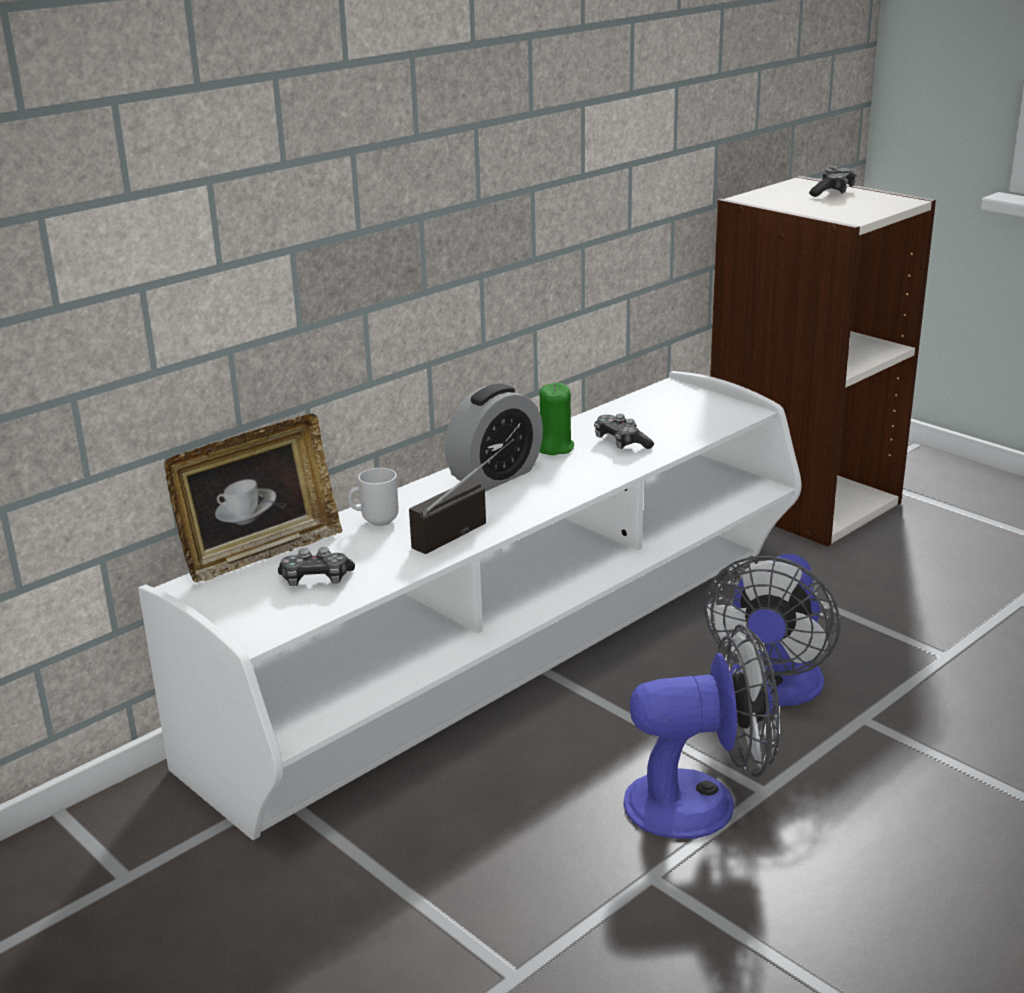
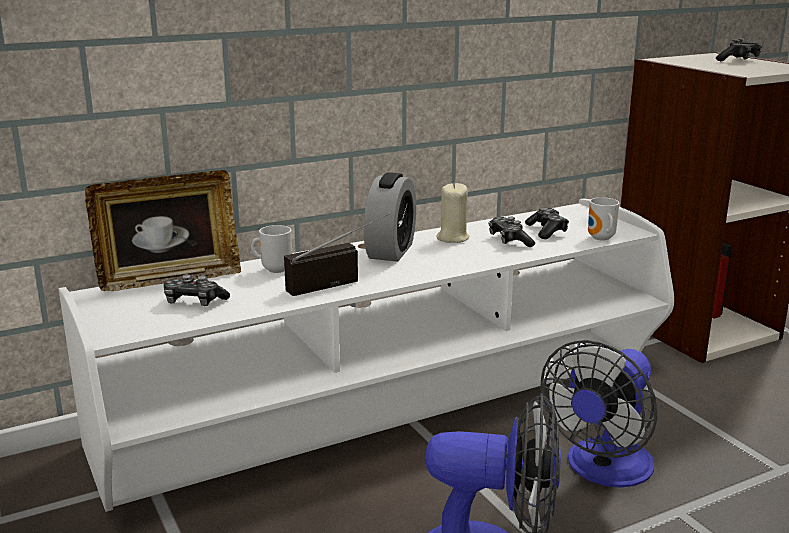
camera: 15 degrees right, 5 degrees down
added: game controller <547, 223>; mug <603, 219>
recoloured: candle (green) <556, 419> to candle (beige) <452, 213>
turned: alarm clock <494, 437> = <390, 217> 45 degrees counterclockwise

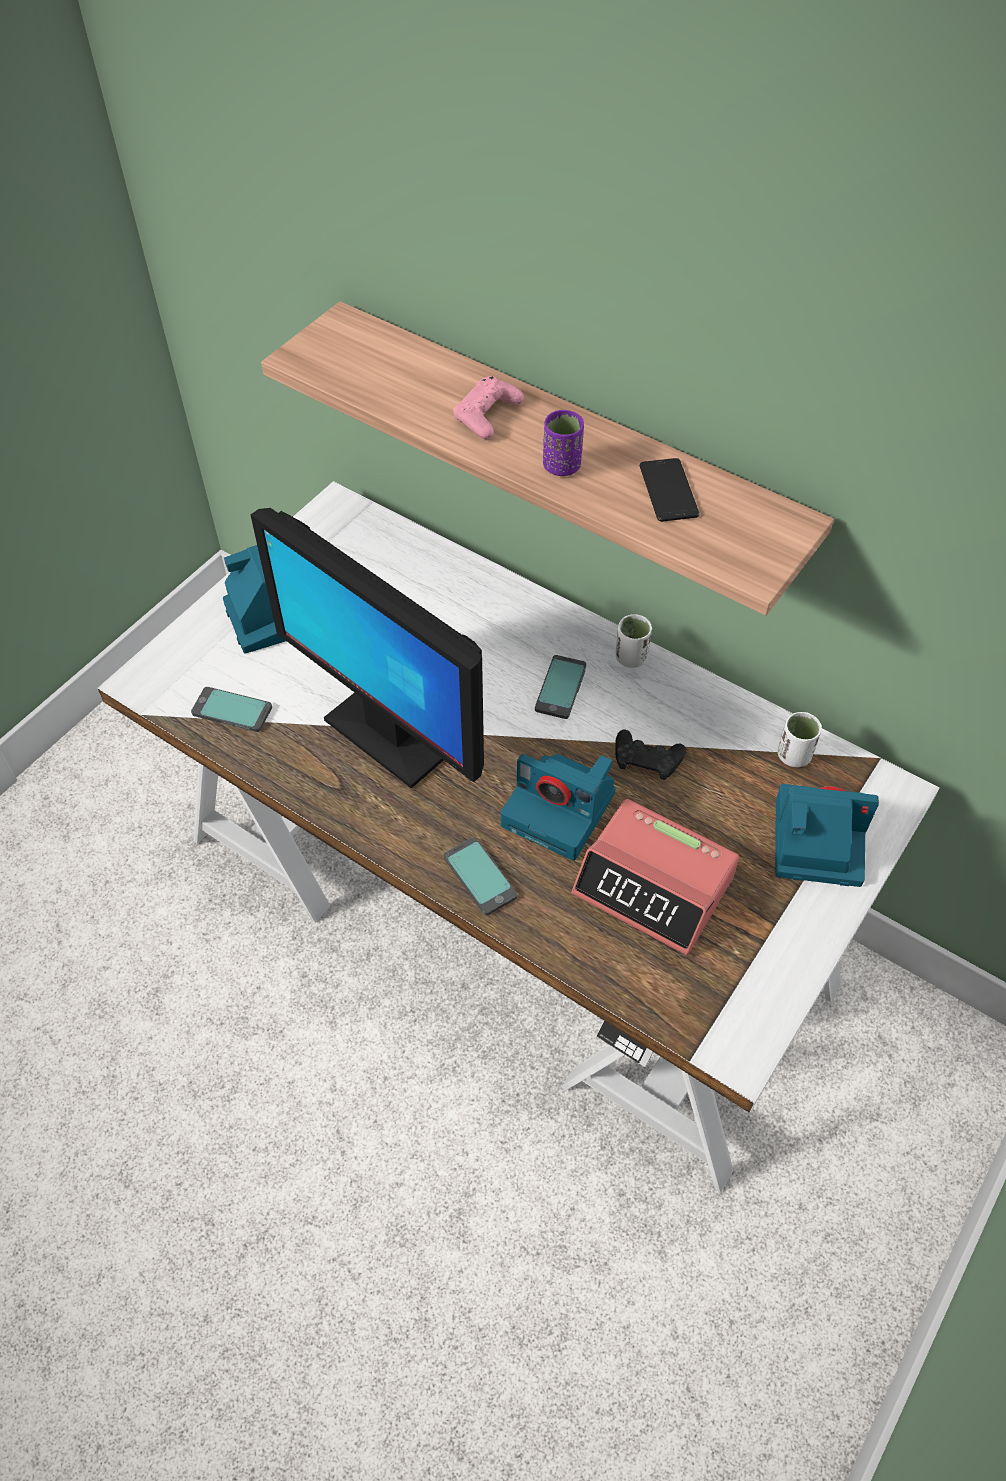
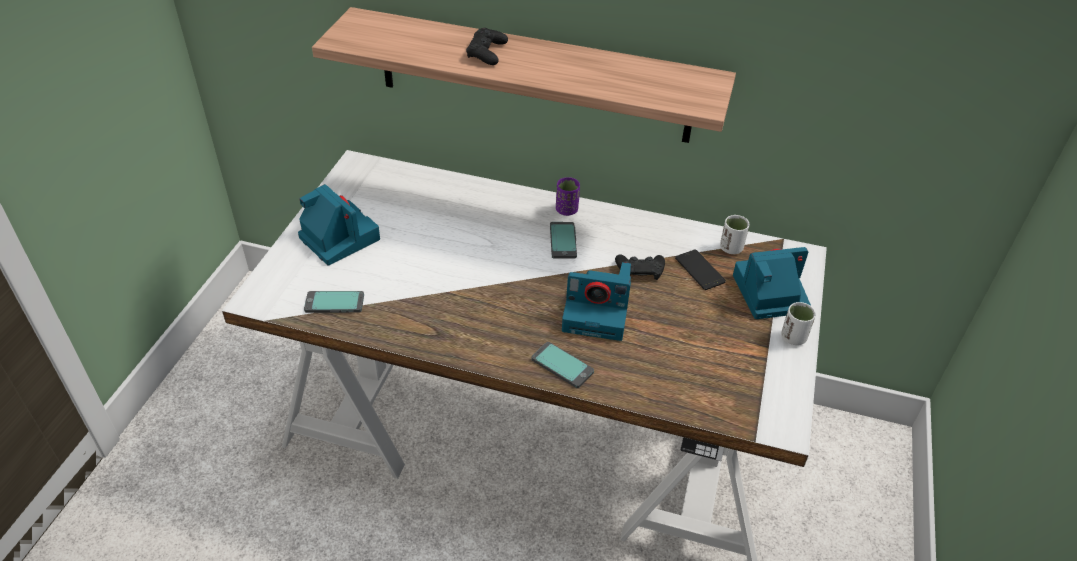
camera: 20 degrees left, 10 degrees down
removed: monitor <367, 648>; alarm clock <655, 877>
moved: cup (purple) <563, 443> to <568, 196>; cup (white) <634, 641> to <798, 323>; phone <669, 490> to <700, 270>
recoloured: game controller (pink) <488, 407> to game controller (black) <487, 46>

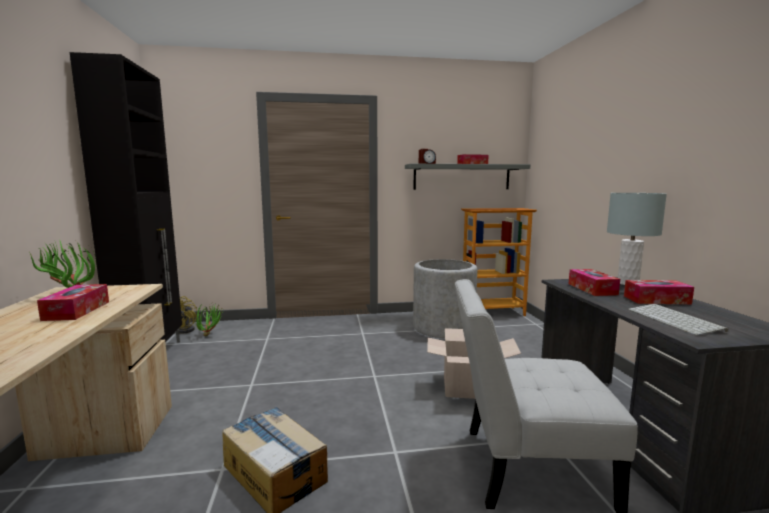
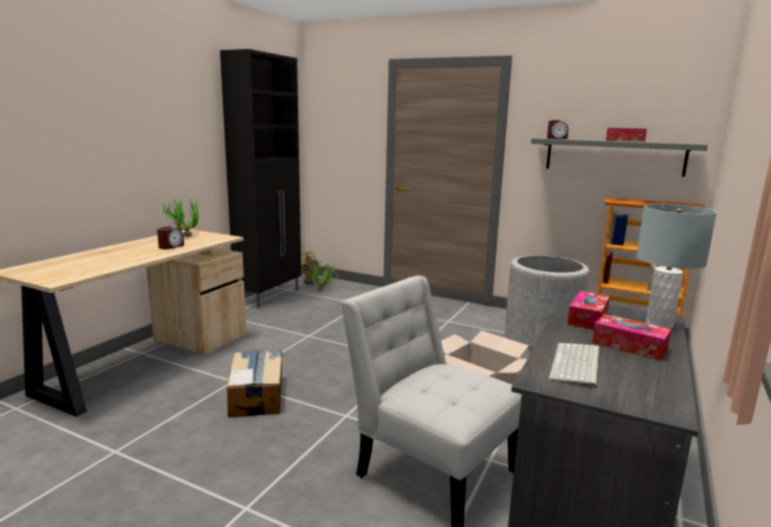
camera: 35 degrees right, 5 degrees up
replaced: tissue box <73, 302> to alarm clock <170, 238>

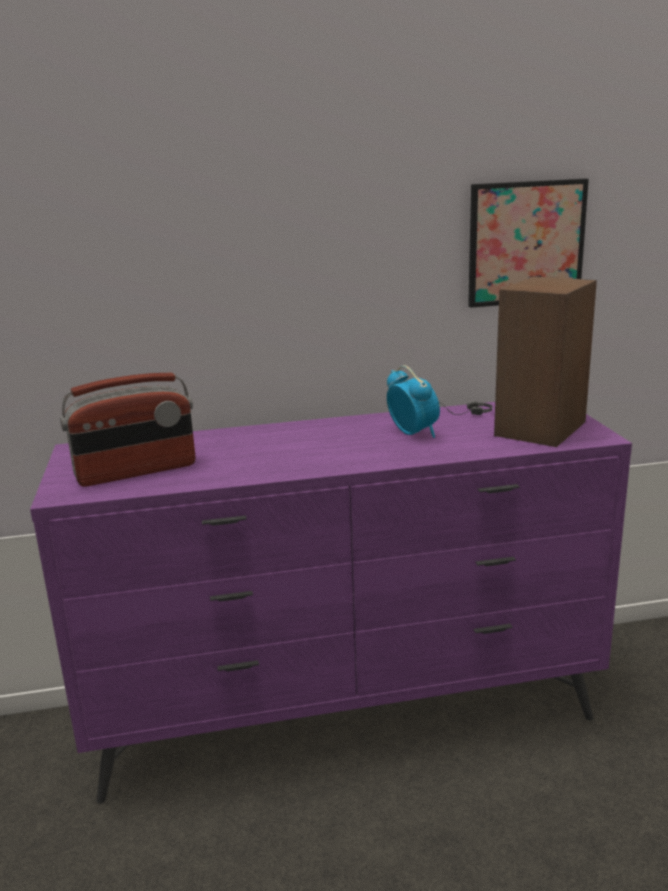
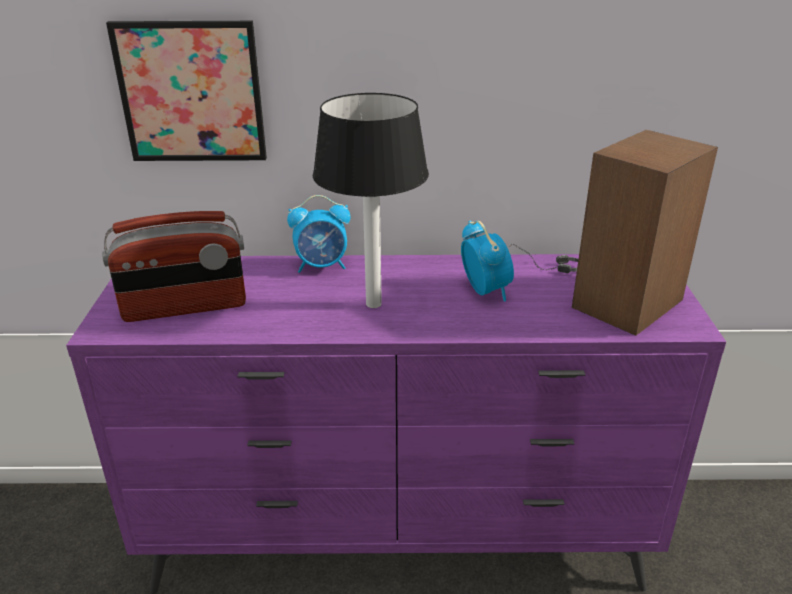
camera: 10 degrees right, 10 degrees up
added: alarm clock <318, 234>; table lamp <371, 200>
moved: picture <528, 243> to <186, 91>

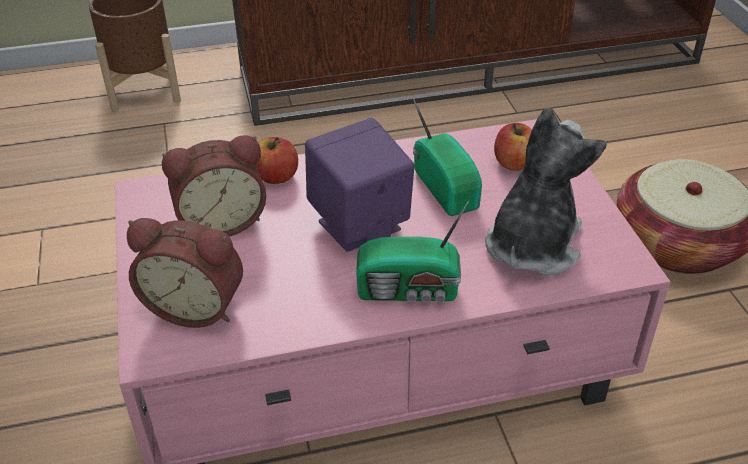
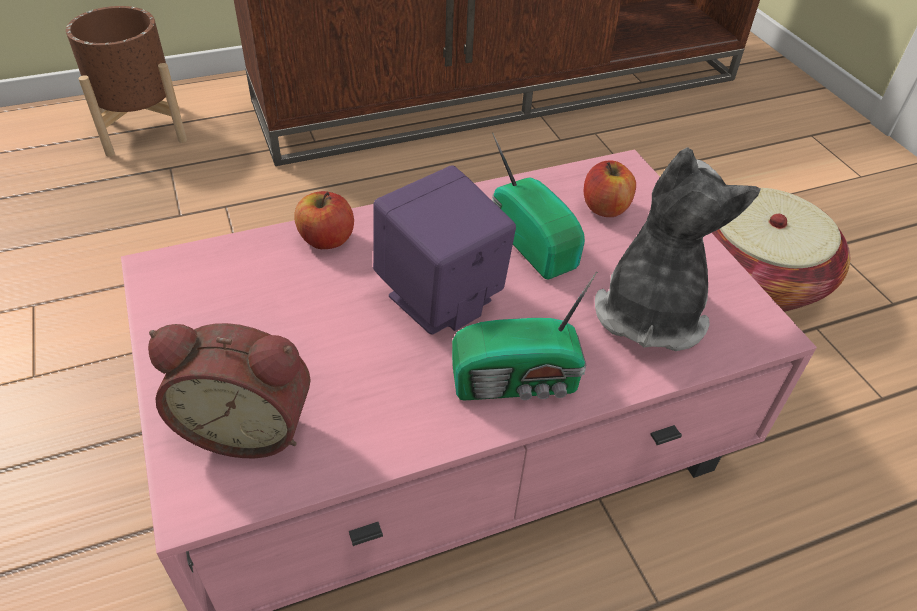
camera: 10 degrees left, 5 degrees up
removed: alarm clock <214, 186>

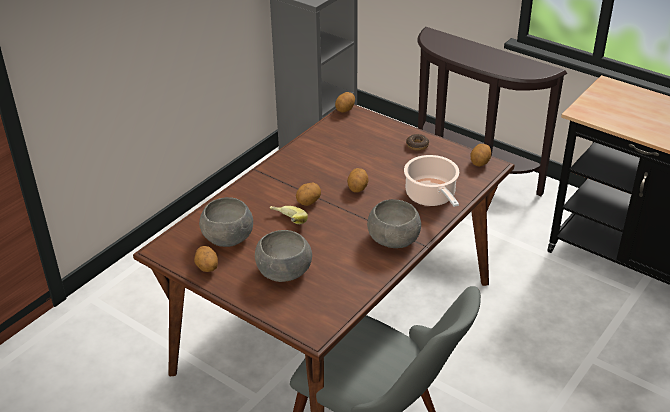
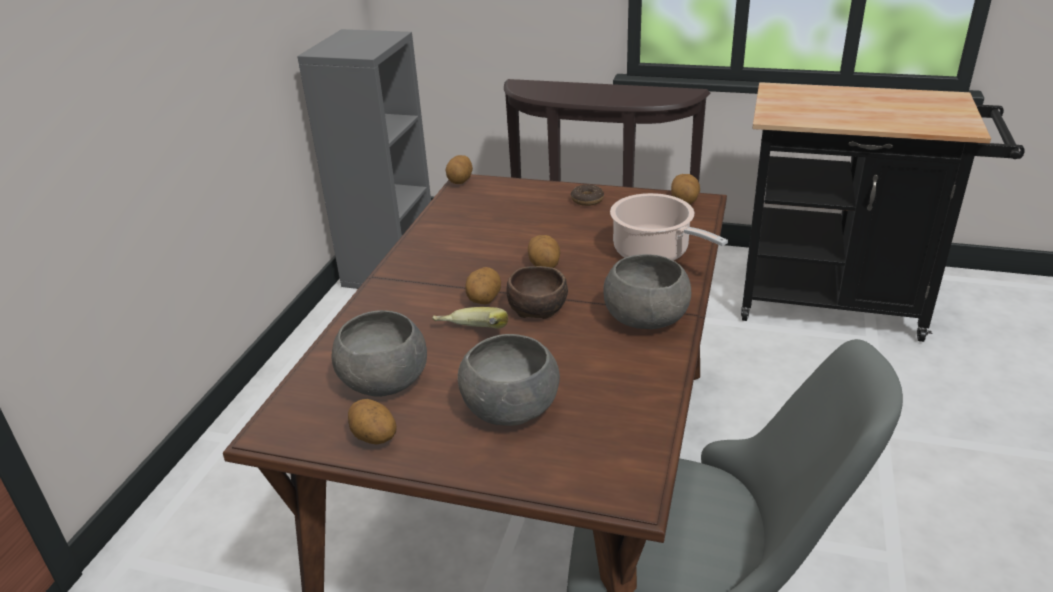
camera: 20 degrees left, 5 degrees down
added: bowl (brown) <537, 292>

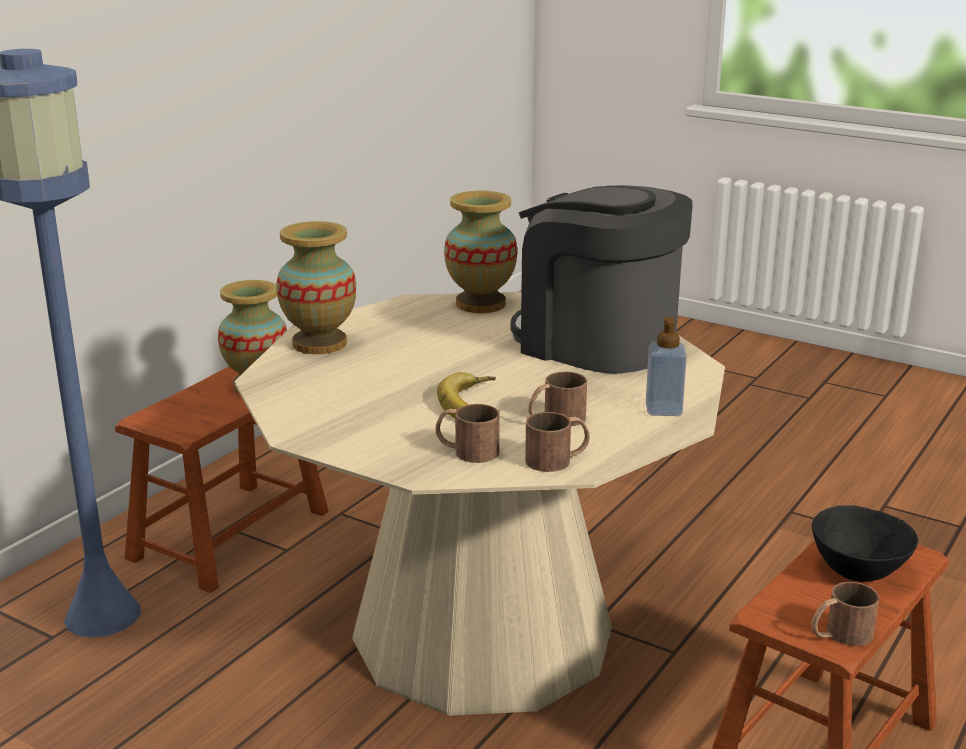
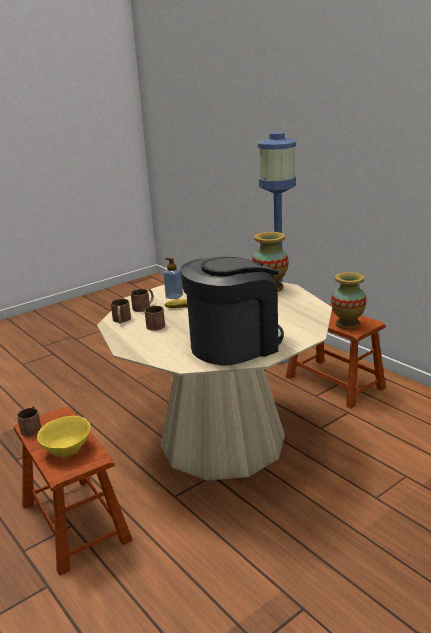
camera: 110 degrees right, 0 degrees up
removed: vase <480, 252>
moved: soap dispenser <666, 366> to <173, 278>
recoloured: bowl (black) <865, 544> to bowl (yellow) <64, 436>

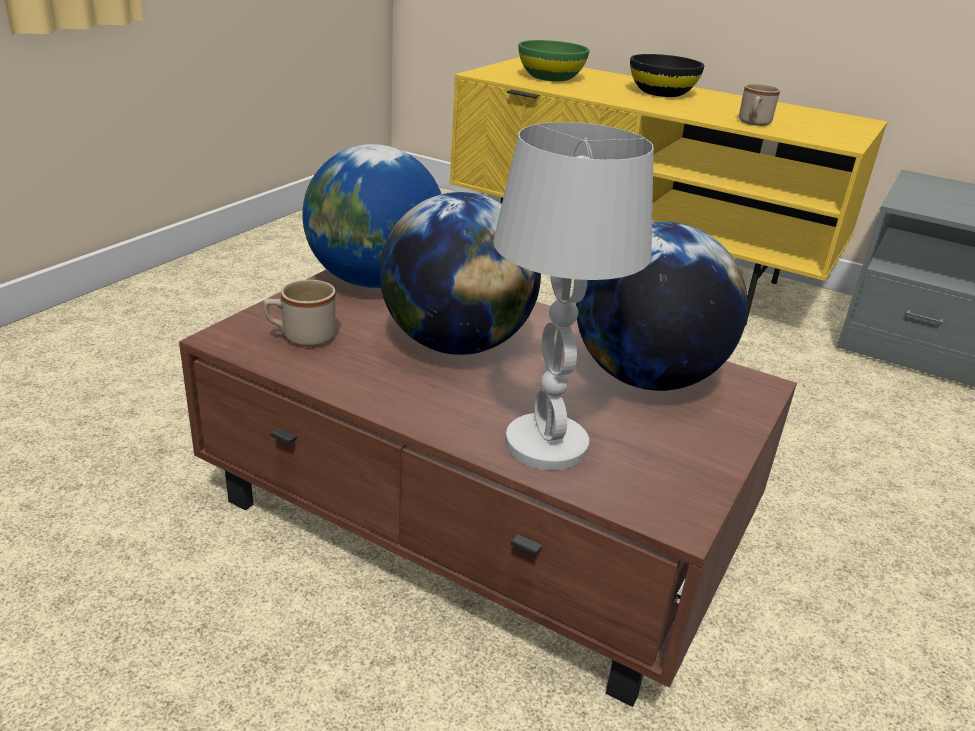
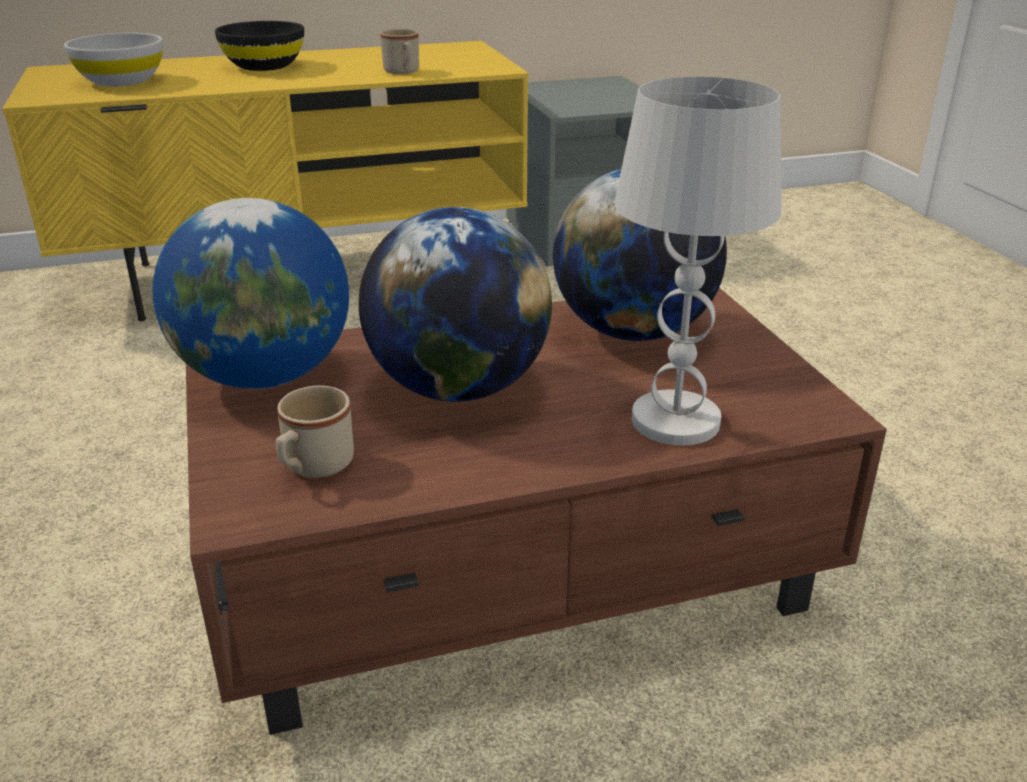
camera: 45 degrees left, 0 degrees up
recoloured: bowl (green) <554, 60> to bowl (white) <113, 59>

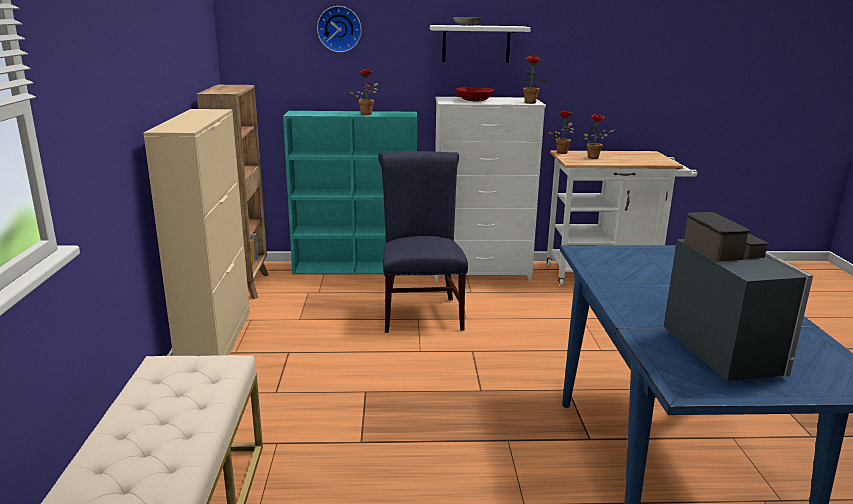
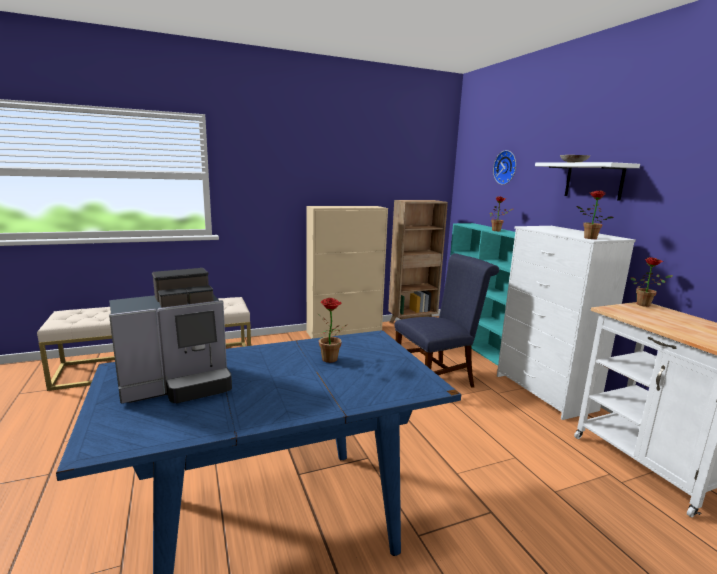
camera: 70 degrees right, 5 degrees down
removed: bowl (red) <474, 94>
moved: potted plant <599, 136> to <331, 330>

